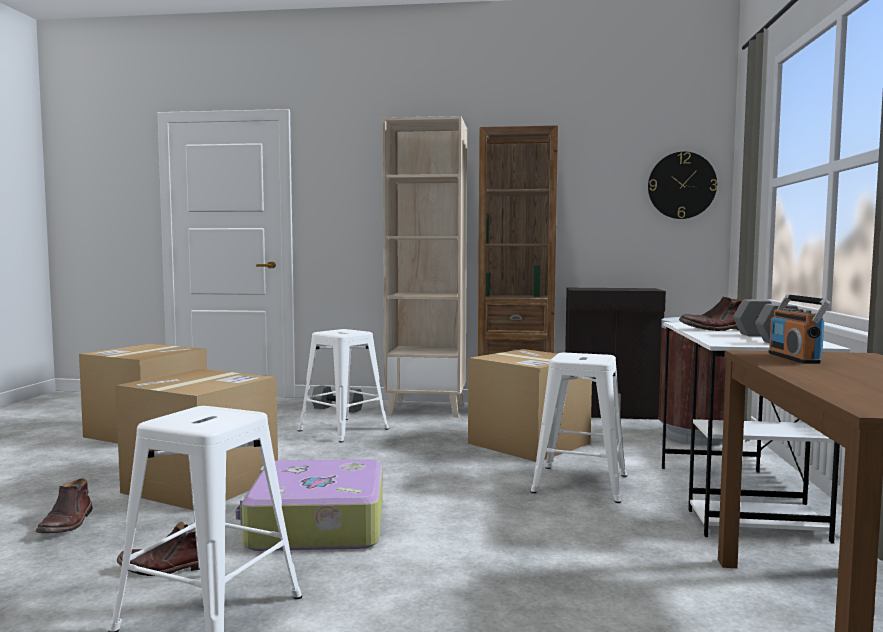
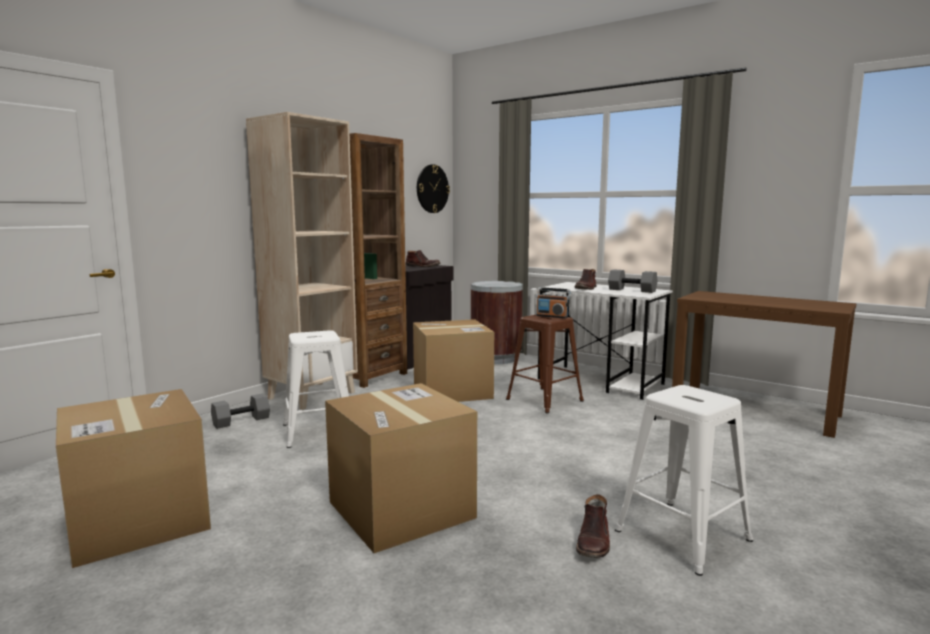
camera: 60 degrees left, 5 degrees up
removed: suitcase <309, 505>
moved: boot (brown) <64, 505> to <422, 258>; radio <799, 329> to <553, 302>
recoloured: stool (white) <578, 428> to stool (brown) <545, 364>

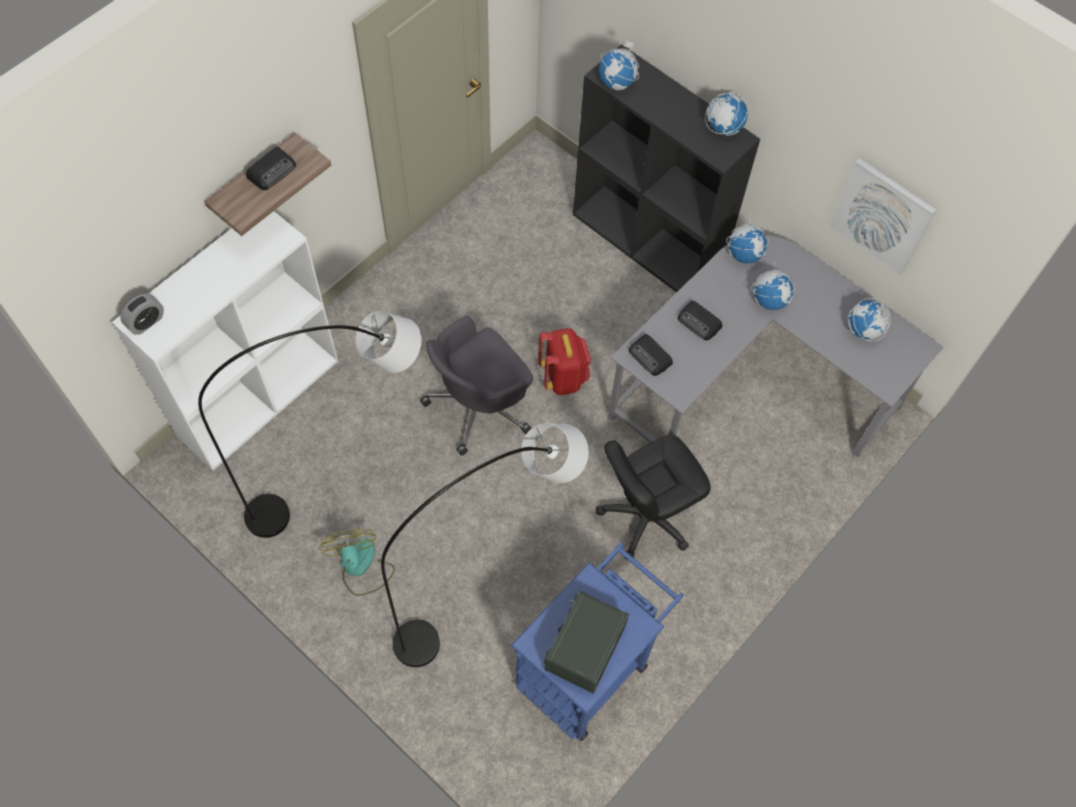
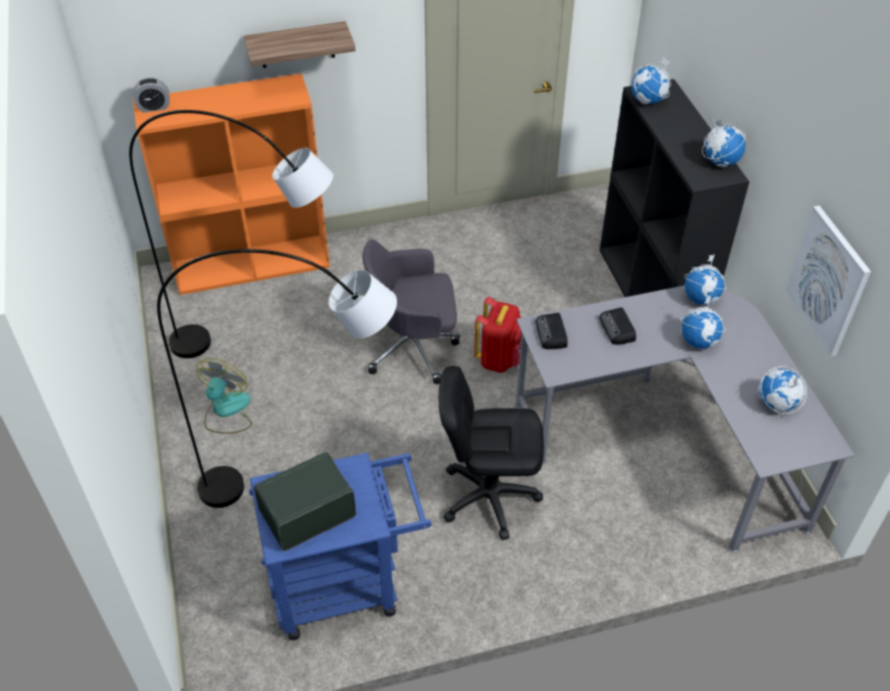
camera: 35 degrees right, 15 degrees down
removed: radio <271, 168>
recoloured: bookcase (white) <225, 340> to bookcase (orange) <231, 184>

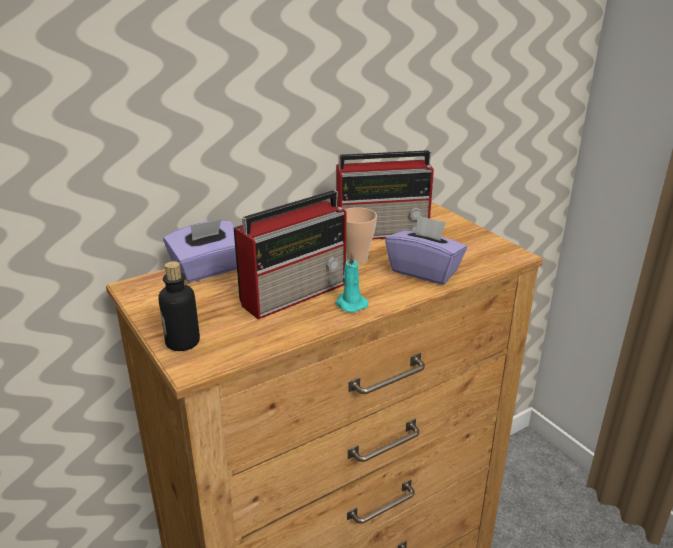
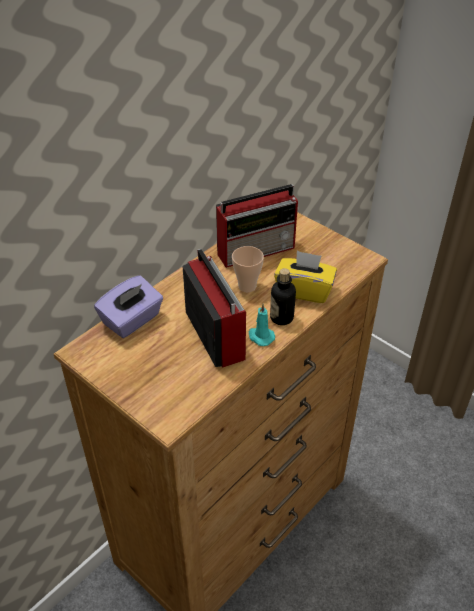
camera: 15 degrees left, 15 degrees up
moved: bottle <179, 306> to <283, 296>
recoloured: tissue box (purple) <426, 250> to tissue box (yellow) <305, 277>
turned: radio <290, 255> = <214, 308> 60 degrees counterclockwise

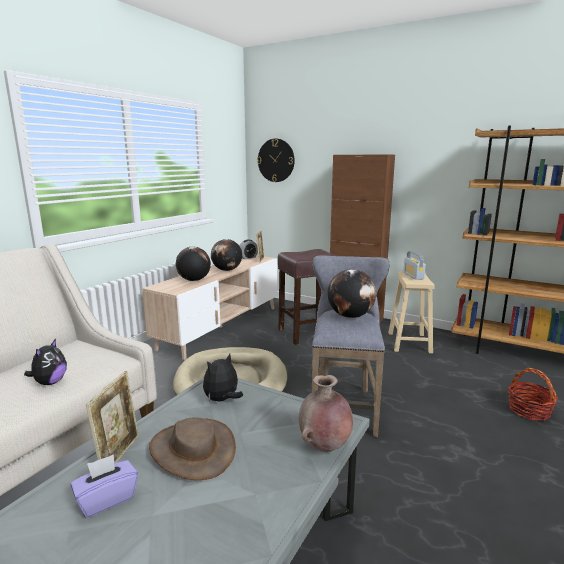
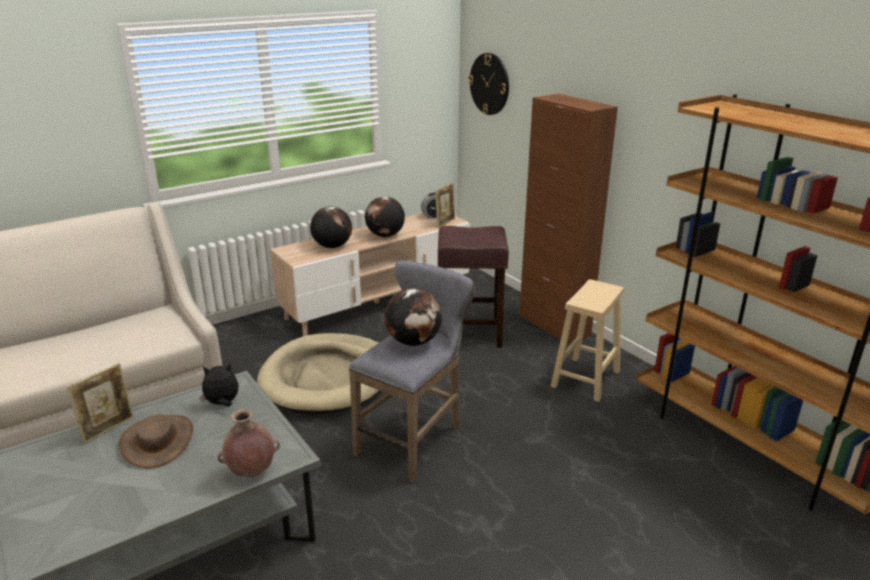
camera: 25 degrees right, 10 degrees up
removed: plush toy <45, 362>; tissue box (purple) <104, 486>; radio <414, 265>; basket <533, 394>

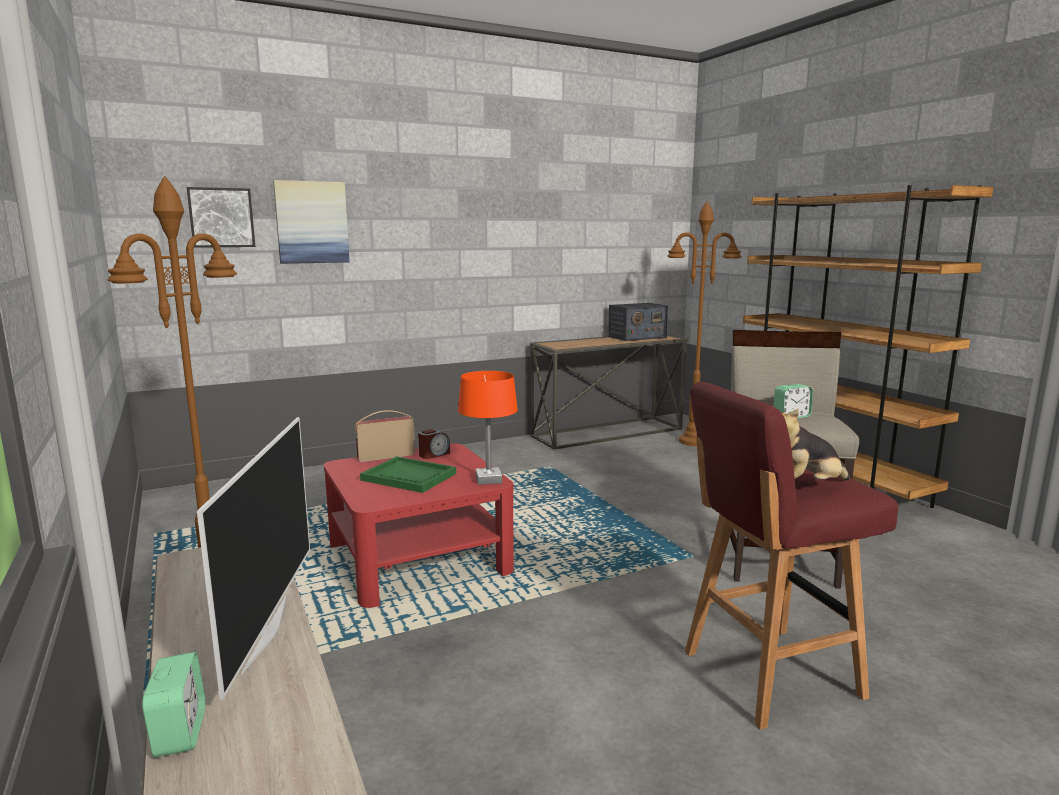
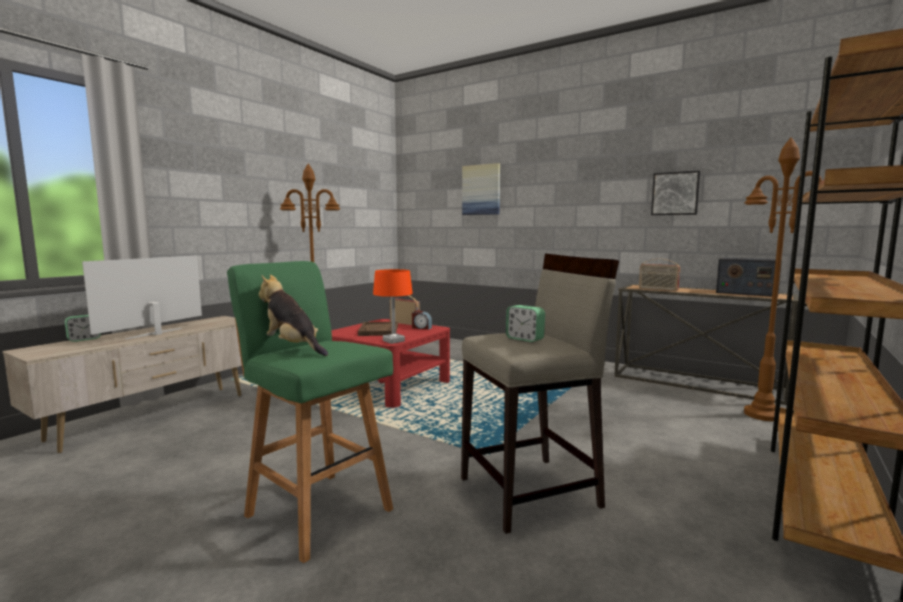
camera: 60 degrees right, 5 degrees down
added: radio <659, 275>
moved: picture <221, 217> to <675, 193>
recoloured: tray (green) <408, 474> to tray (brown) <378, 329>; stool (red) <791, 556> to stool (green) <310, 412>
turned: television <253, 558> = <142, 297> 150 degrees clockwise

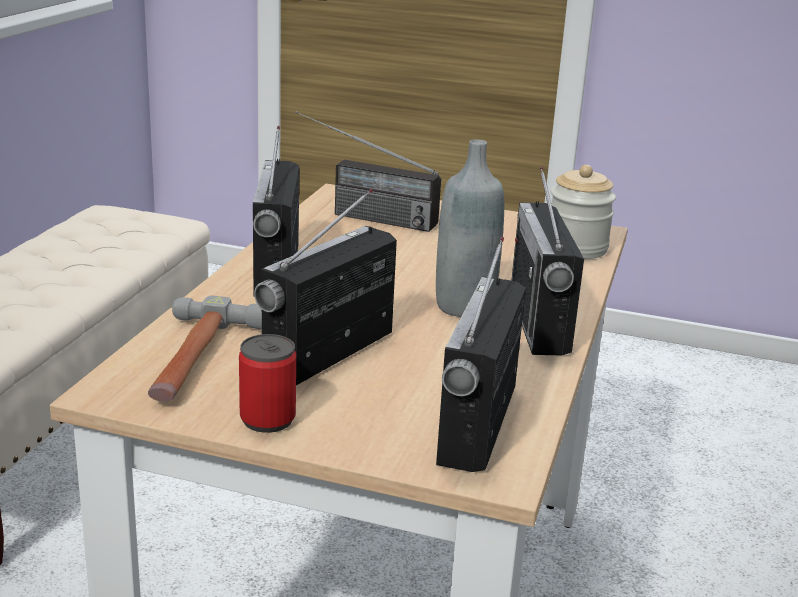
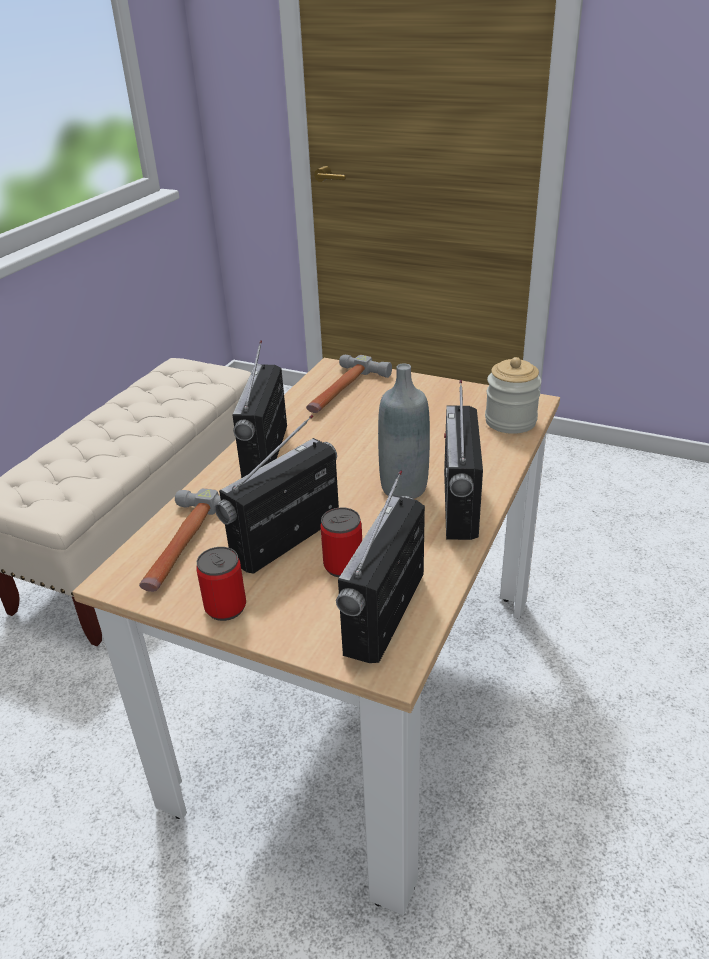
camera: 10 degrees right, 10 degrees up
added: can <341, 542>
replaced: radio <368, 171> to hammer <349, 384>

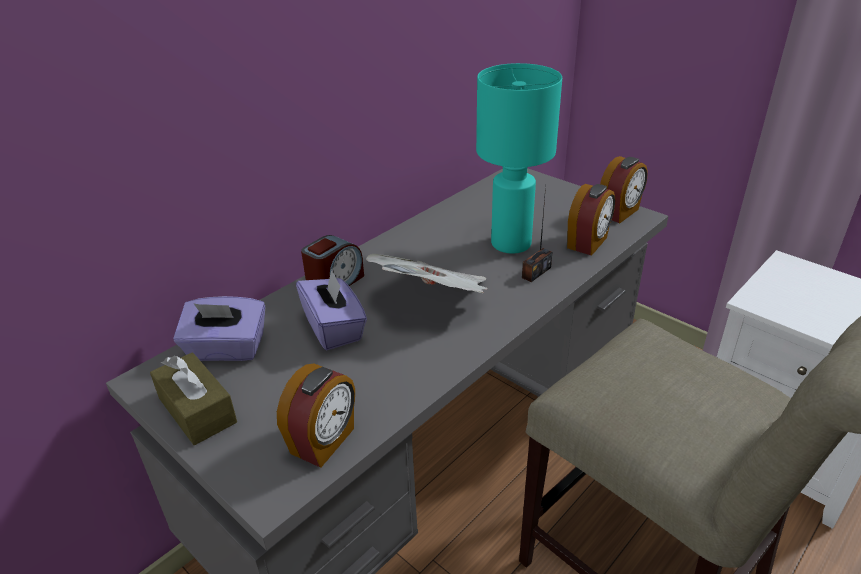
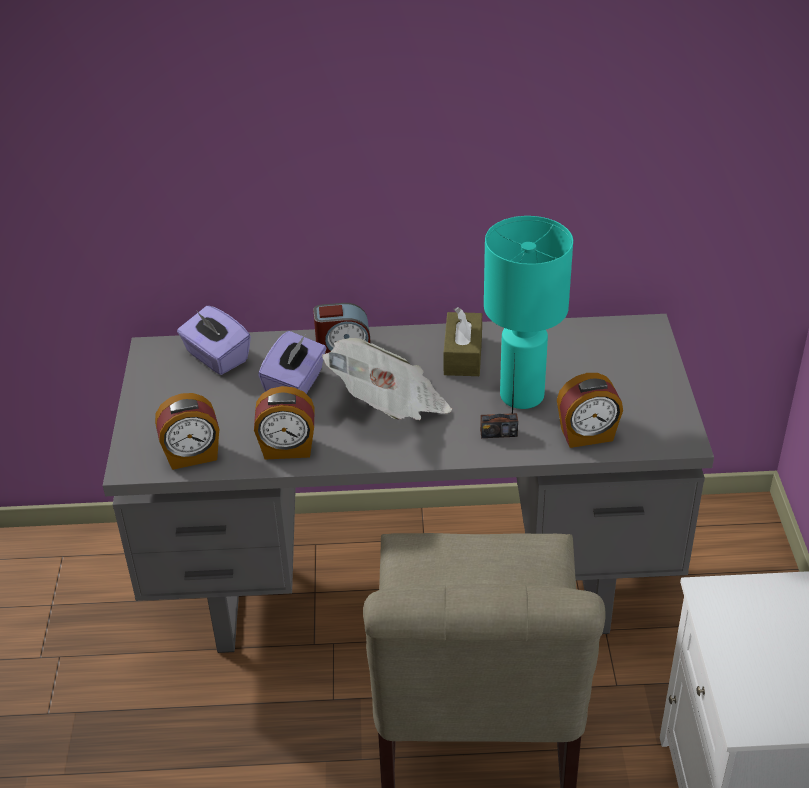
camera: 45 degrees right, 5 degrees up
moved: tissue box (brown) <193, 398> to <463, 341>; alarm clock <624, 189> to <284, 423>

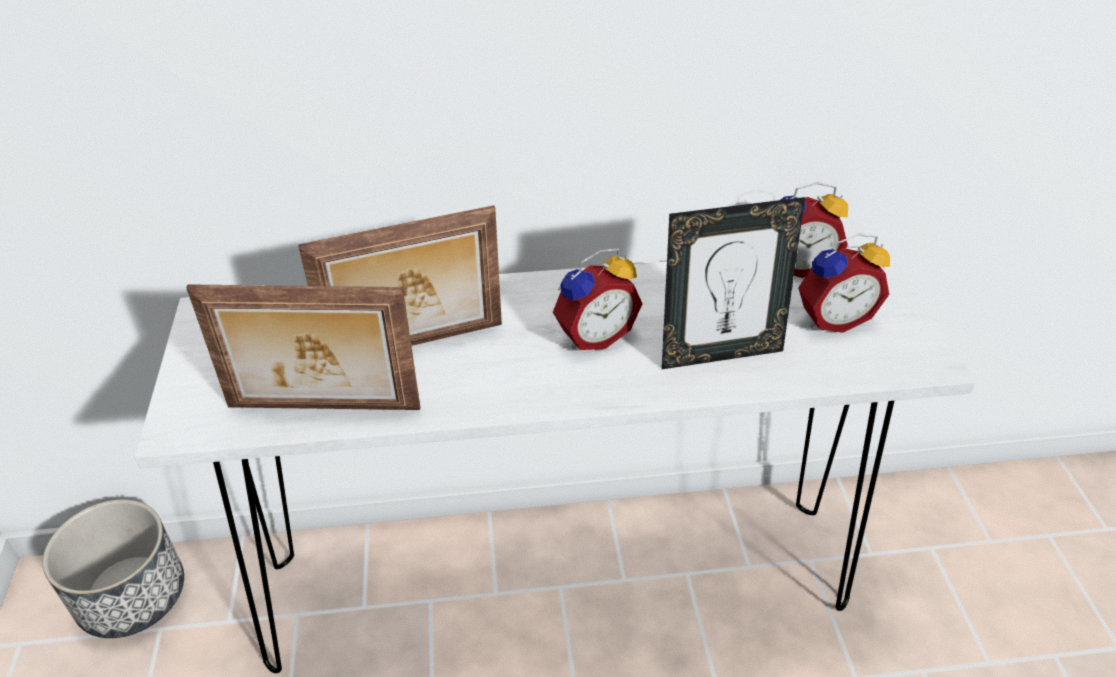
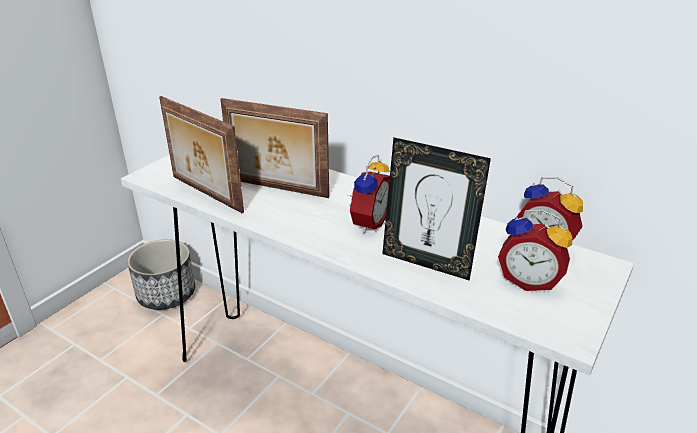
camera: 40 degrees right, 10 degrees down
turned: alarm clock <597, 299> = <369, 194> 75 degrees counterclockwise

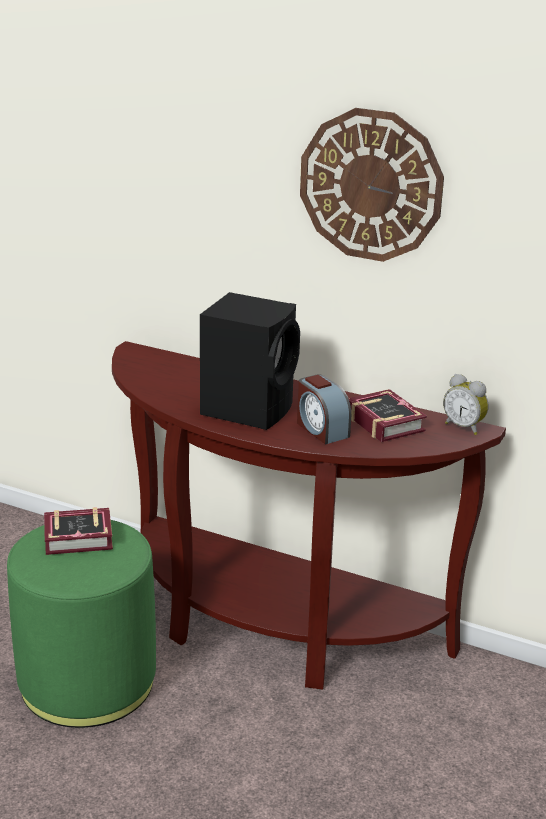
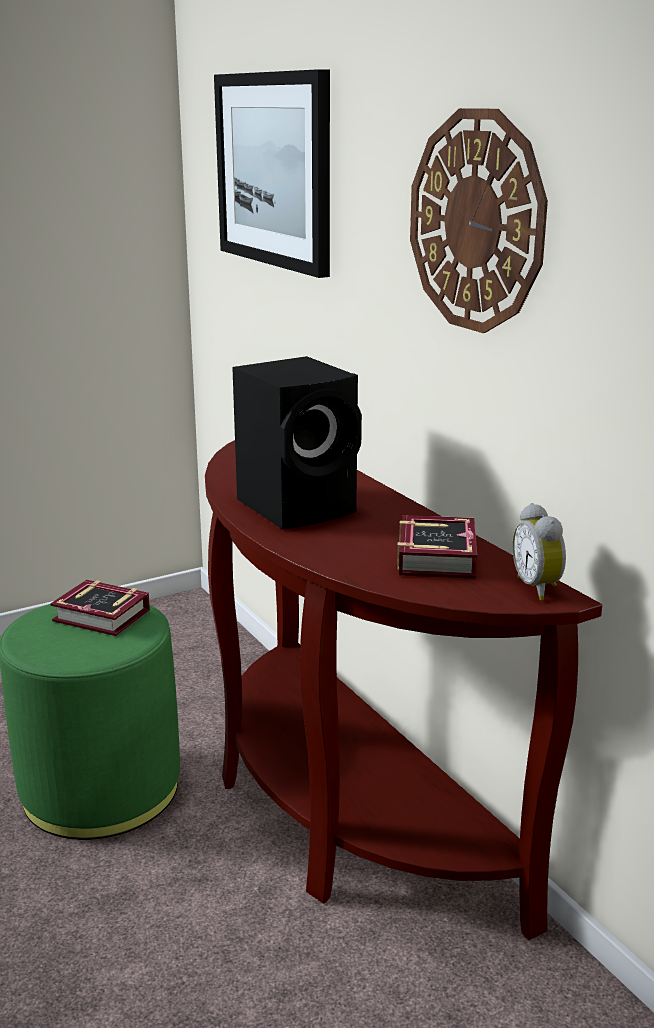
camera: 35 degrees right, 5 degrees down
removed: alarm clock <324, 409>
added: picture <272, 173>

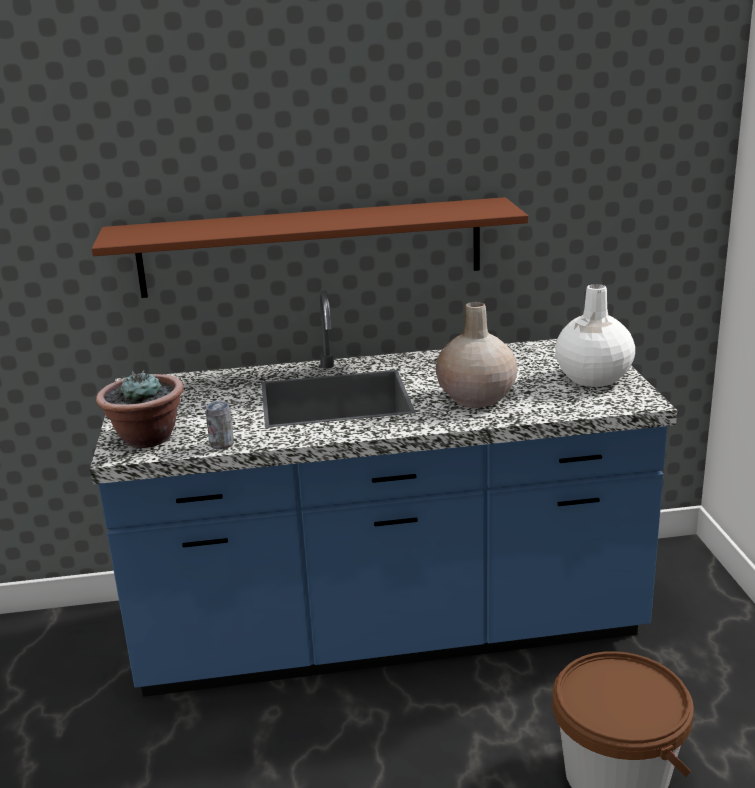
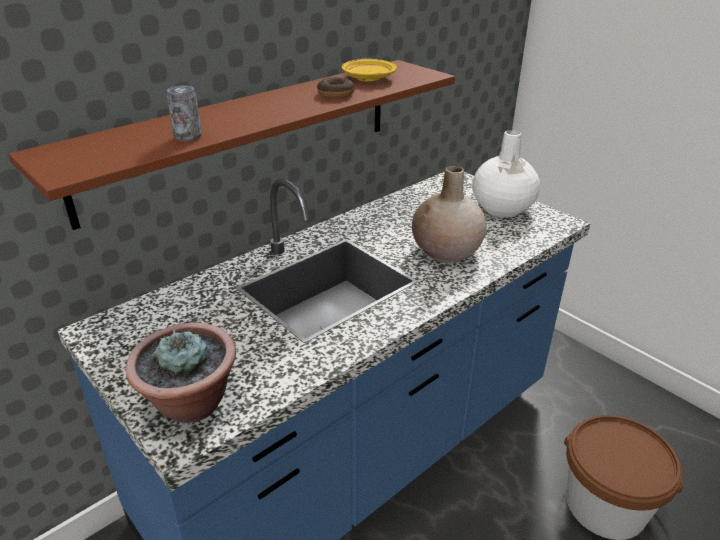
camera: 35 degrees left, 10 degrees up
added: donut <336, 88>; plate (yellow) <369, 70>
moved: can <220, 425> to <184, 114>

